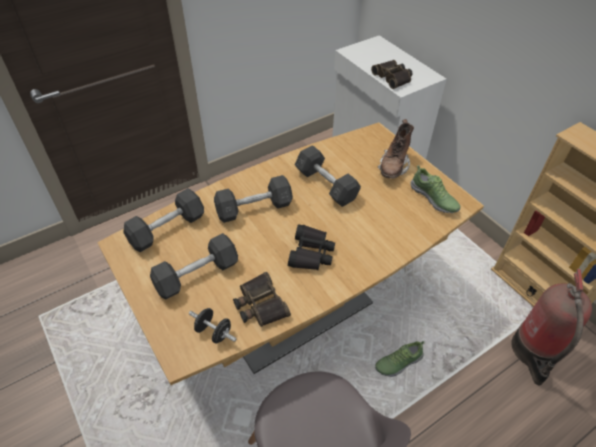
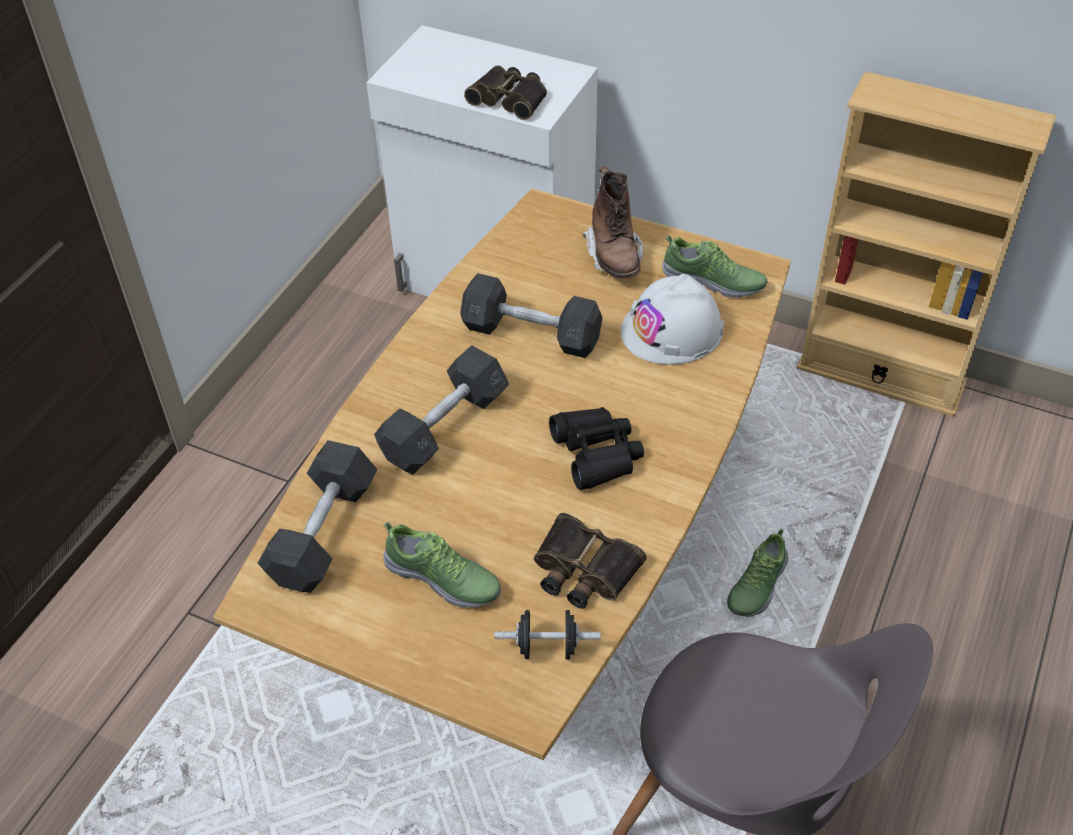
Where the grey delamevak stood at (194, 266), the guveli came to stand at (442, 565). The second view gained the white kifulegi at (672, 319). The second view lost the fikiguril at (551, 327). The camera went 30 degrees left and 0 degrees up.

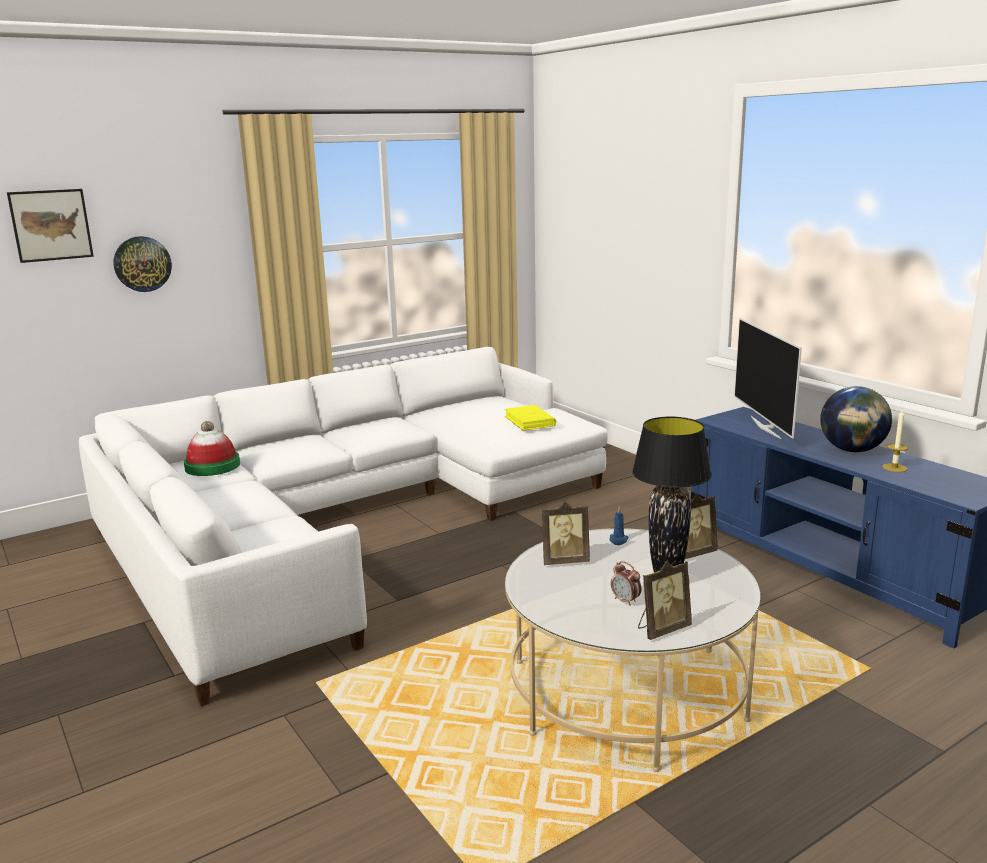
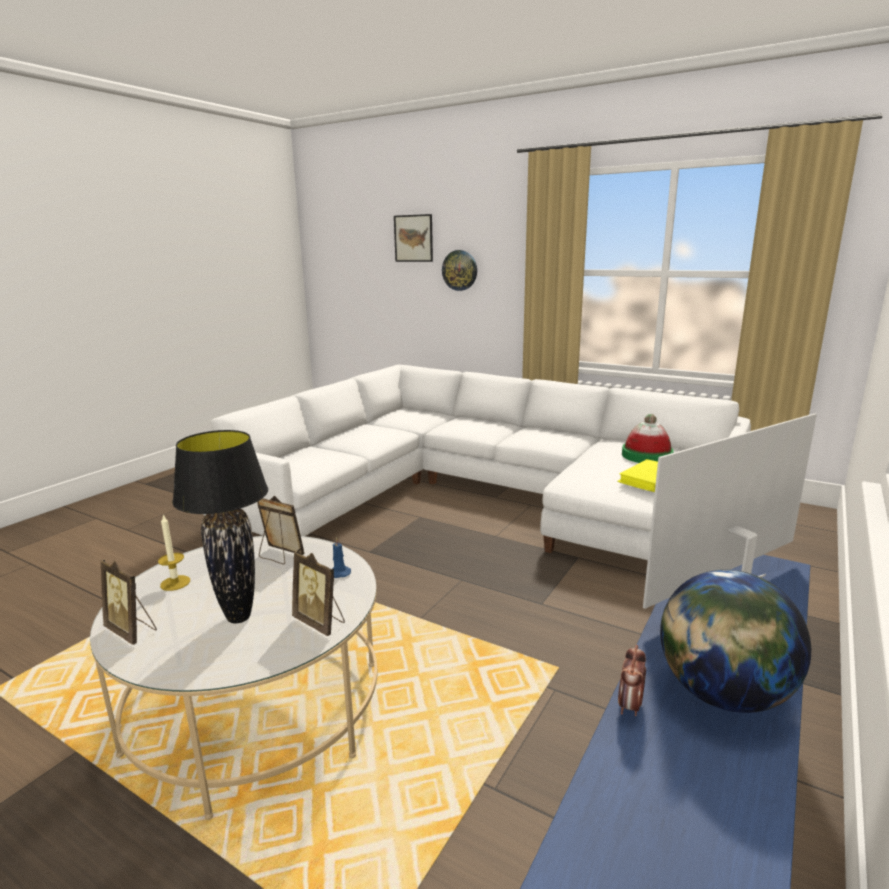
The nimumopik ended up elsewhere, having gone from (895, 441) to (174, 553). The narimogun at (566, 533) ended up facing another way, 150 degrees clockwise from before. The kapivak ended up elsewhere, having gone from (626, 583) to (632, 680). The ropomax ended up elsewhere, having gone from (212, 448) to (648, 438). The camera went 65 degrees right and 0 degrees up.

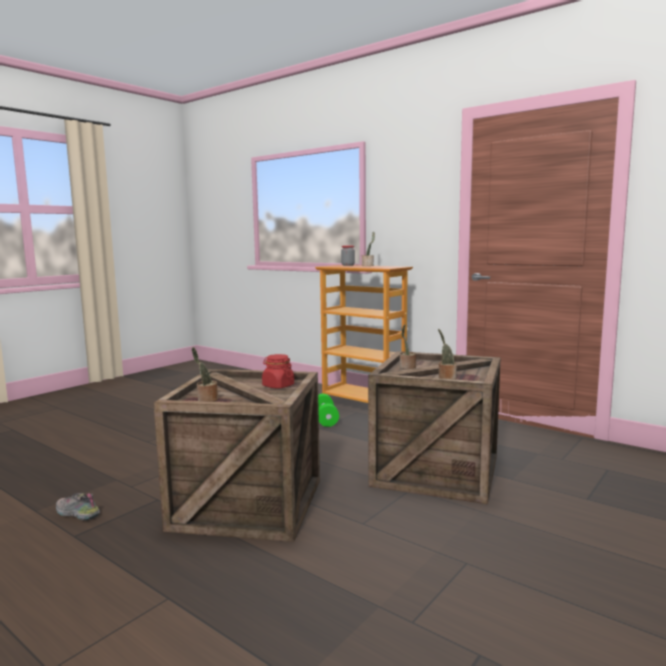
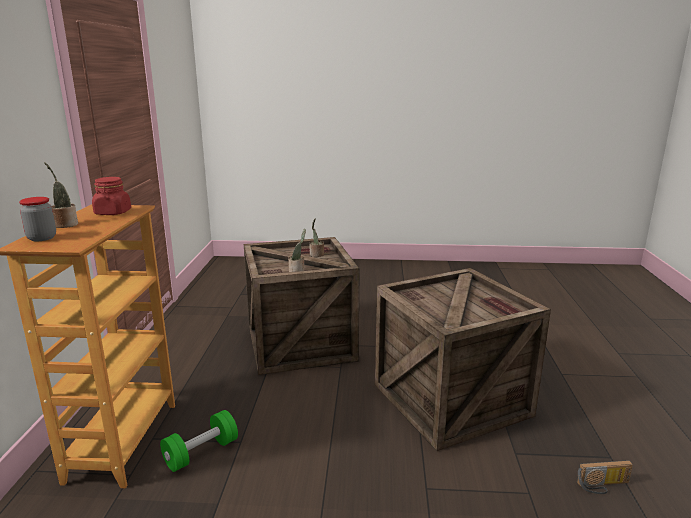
The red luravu ended up elsewhere, having gone from (278, 371) to (111, 196). Where the guveli stood at (78, 507), the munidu came to stand at (605, 477). The second view lost the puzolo at (205, 374). The camera went 125 degrees left and 10 degrees up.

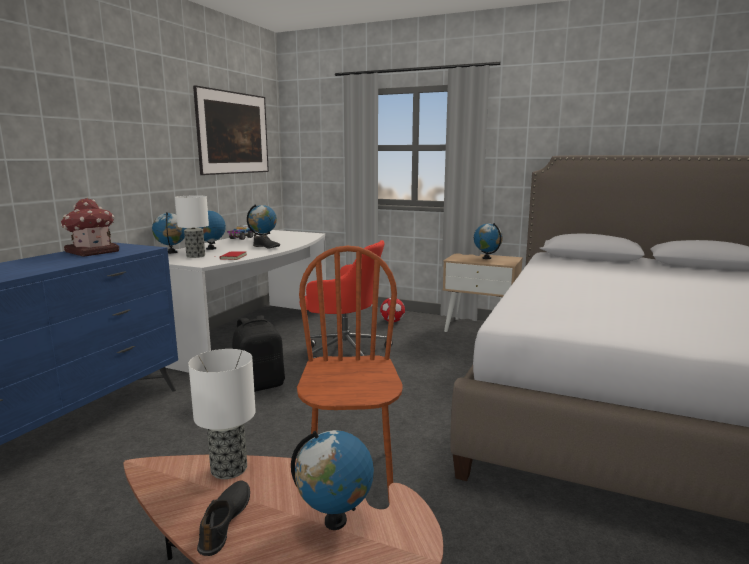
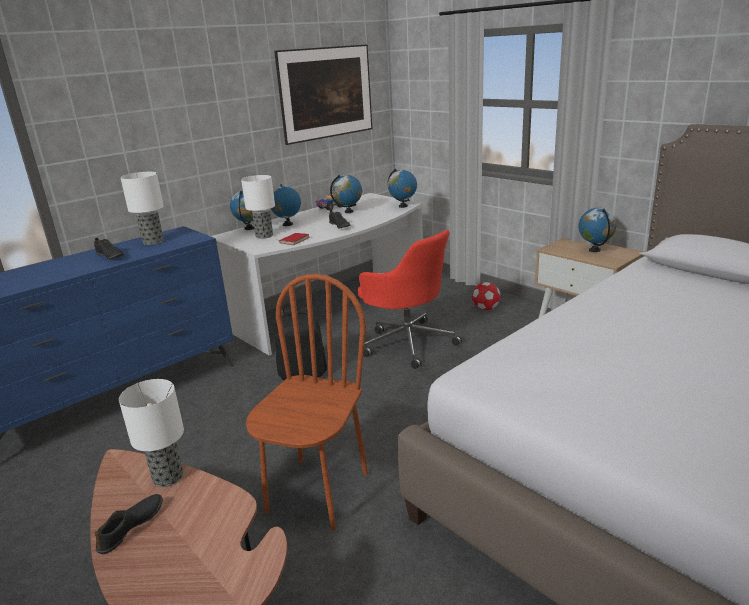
The second view gained the black guveli at (109, 248). Where the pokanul stood at (90, 227), the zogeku came to stand at (142, 208). The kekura ended up elsewhere, having gone from (332, 480) to (402, 188). The camera went 25 degrees right and 10 degrees up.

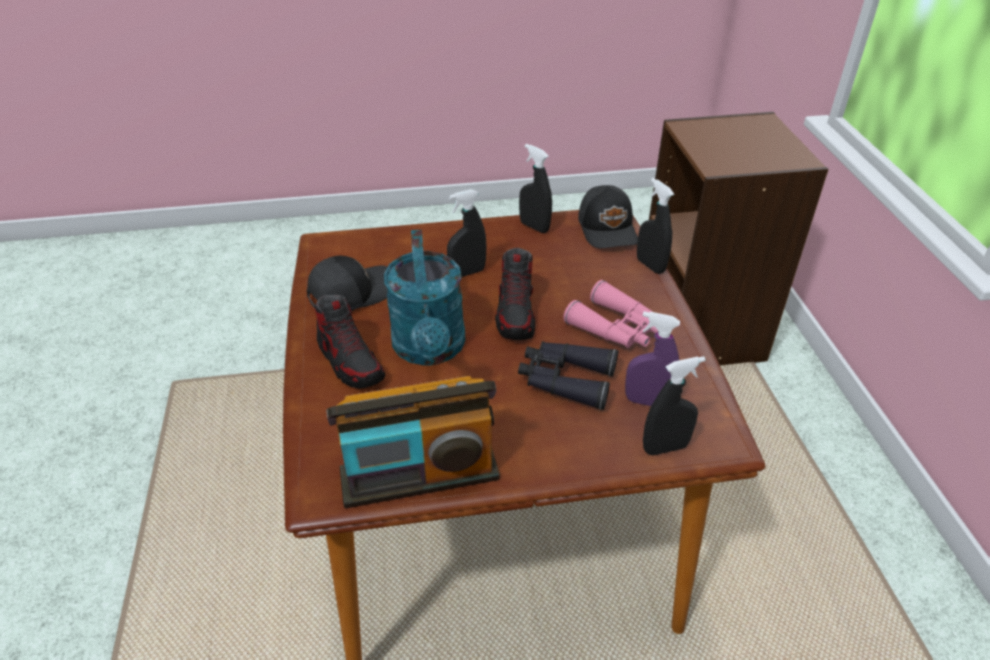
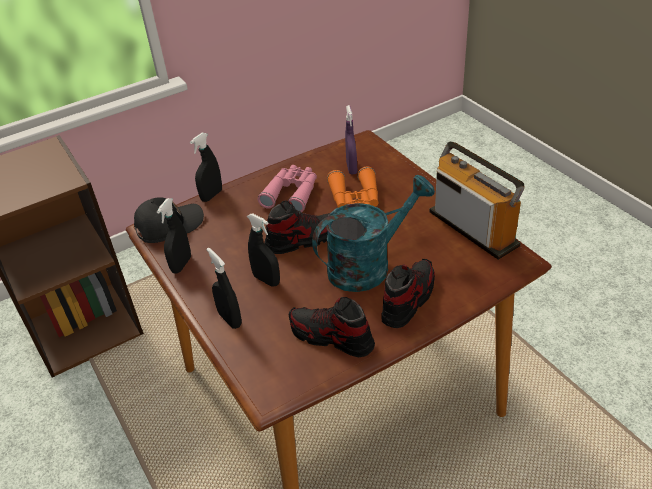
The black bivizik ended up elsewhere, having gone from (674, 405) to (224, 288). Where the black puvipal stood at (347, 283), the guveli came to stand at (332, 327). What was the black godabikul at (568, 375) turned into the orange godabikul at (352, 187). The camera went 110 degrees left and 0 degrees up.

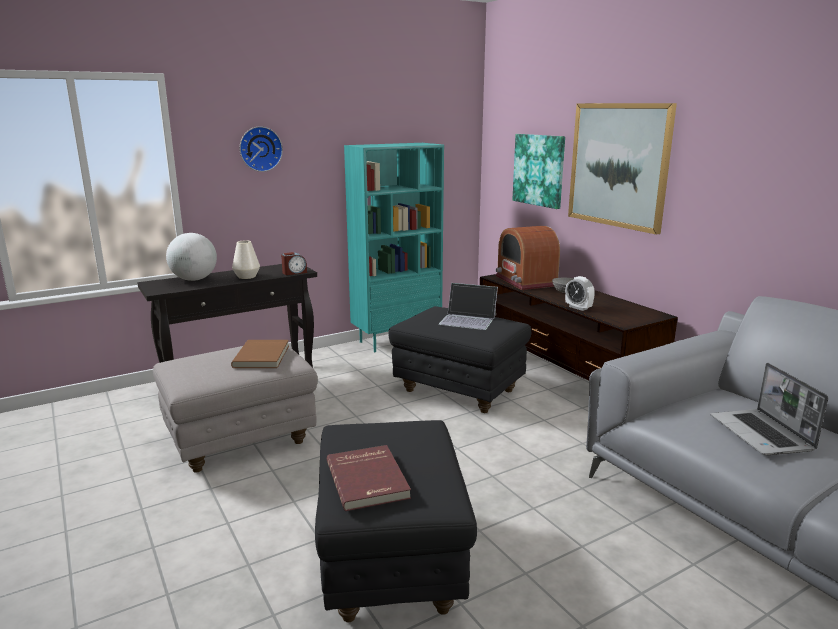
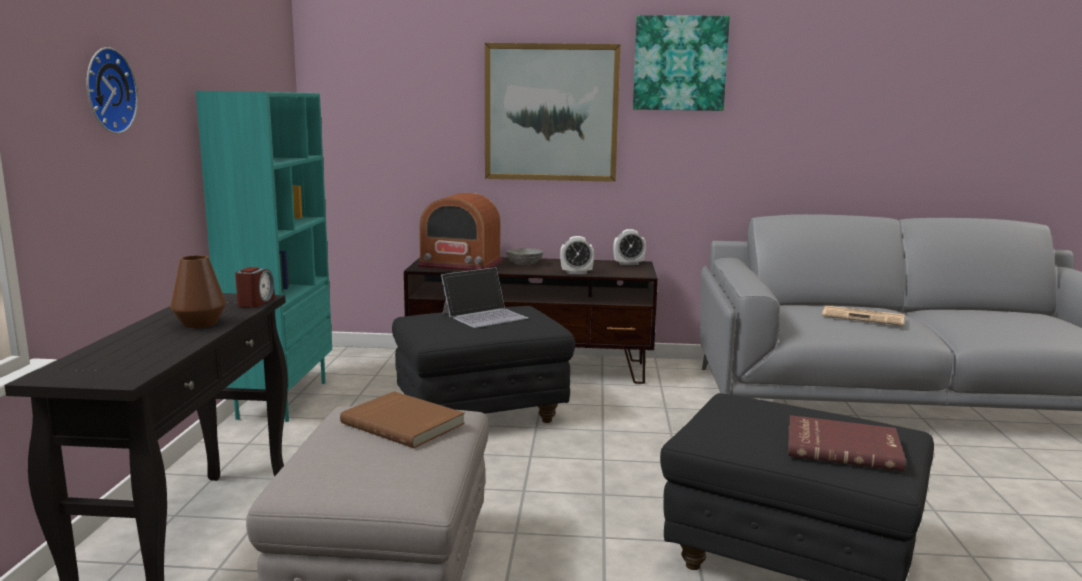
What was the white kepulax at (246, 259) turned into the brown kepulax at (198, 291). The second view gained the kapivak at (629, 247). The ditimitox ended up elsewhere, having gone from (538, 171) to (681, 63). Where the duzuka stood at (769, 409), the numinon came to stand at (863, 316). The second view lost the kekura at (191, 257). The camera went 55 degrees left and 5 degrees down.

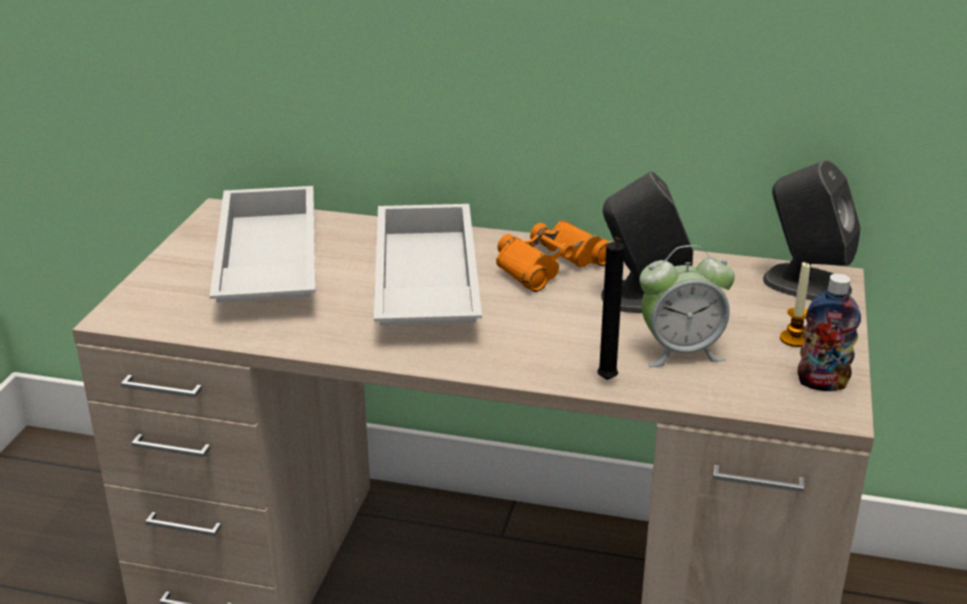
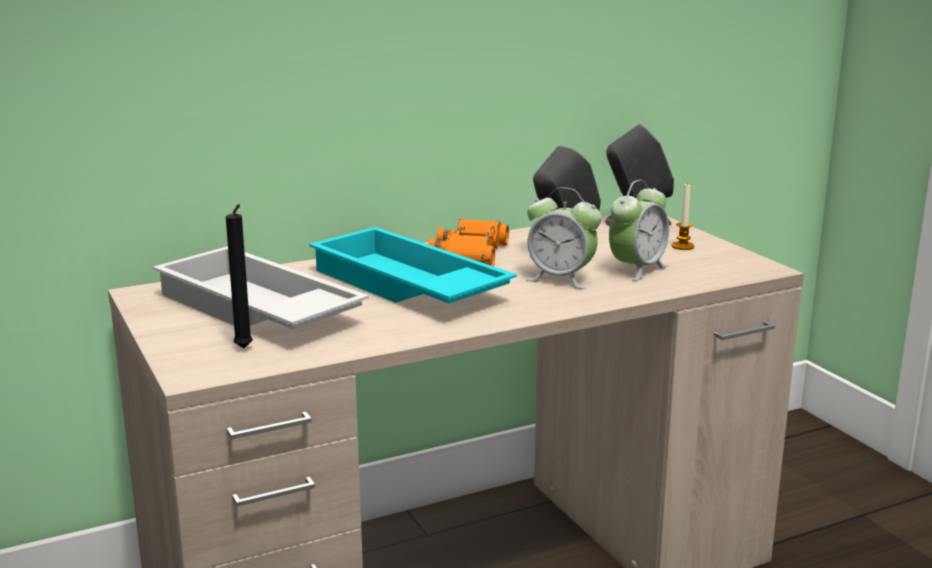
The black nimumopik ended up elsewhere, having gone from (611, 308) to (239, 276). What was the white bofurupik at (428, 264) turned into the turquoise bofurupik at (413, 265). The second view gained the kapivak at (564, 238). The second view lost the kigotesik at (829, 332). The camera went 40 degrees left and 10 degrees down.

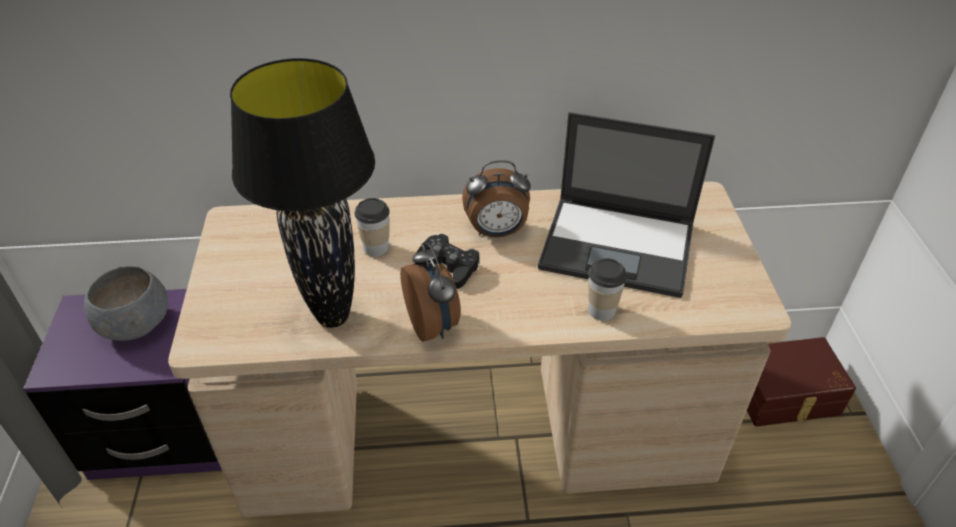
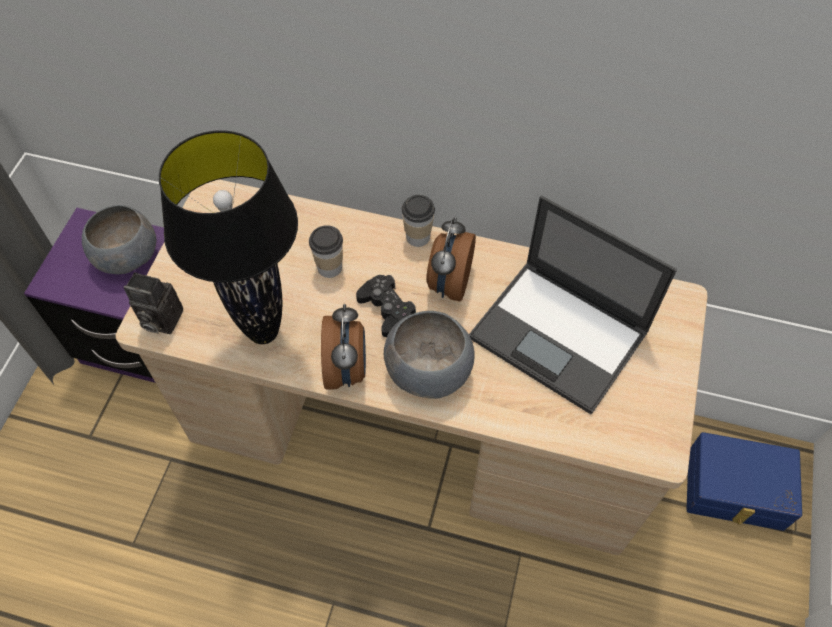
The second view gained the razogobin at (153, 303). The second view gained the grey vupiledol at (429, 355). The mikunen ended up elsewhere, having gone from (607, 289) to (418, 221). The kapivak at (496, 199) ended up facing another way, 90 degrees clockwise from before. What was the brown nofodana at (801, 382) turned into the blue nofodana at (744, 481). The camera went 20 degrees right and 15 degrees up.

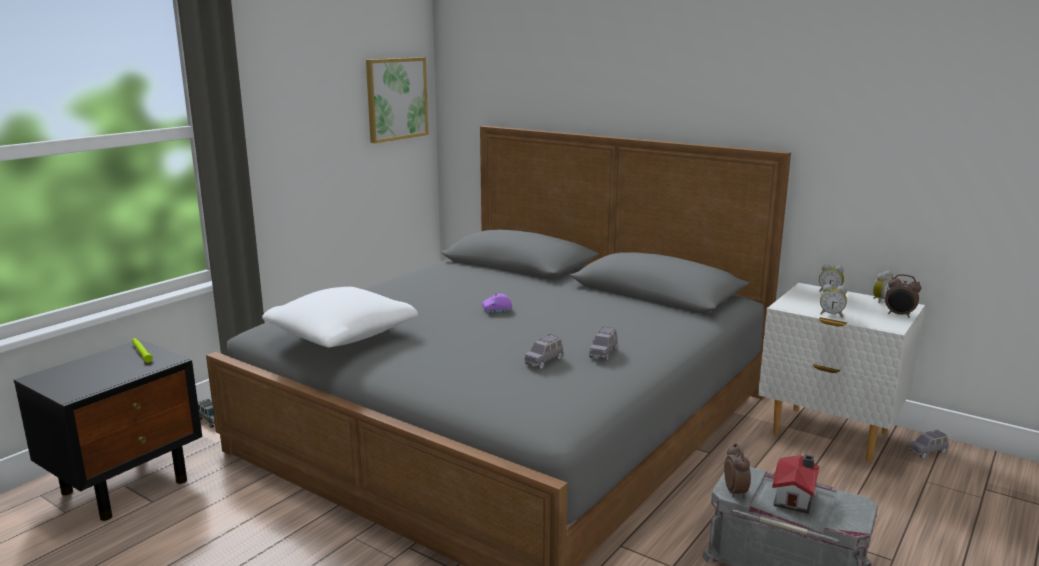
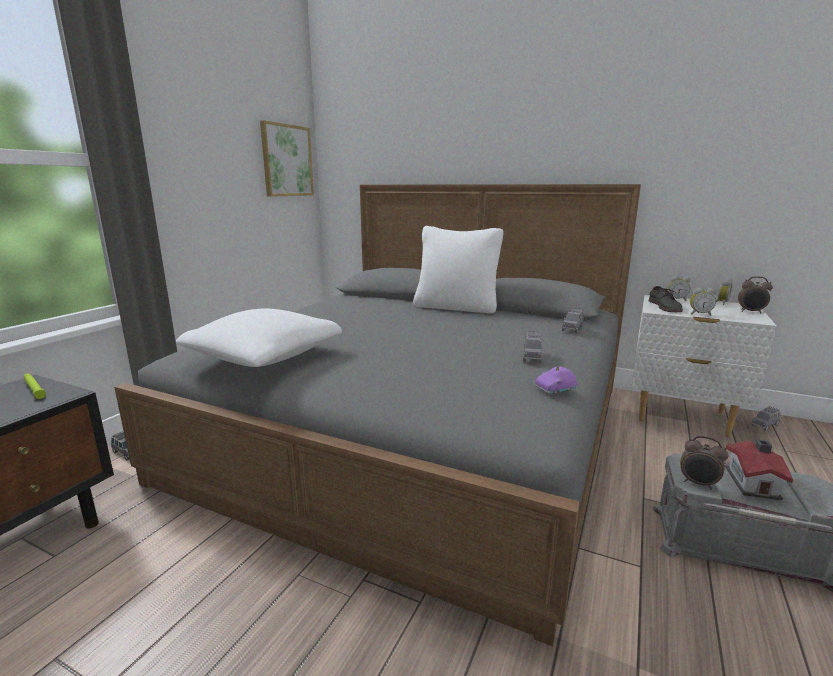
The second view gained the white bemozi at (458, 269). The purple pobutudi ended up elsewhere, having gone from (497, 303) to (556, 380). The grey pobutudi ended up elsewhere, having gone from (543, 351) to (572, 320). The second view gained the grey guveli at (665, 299). The kapivak at (737, 471) ended up facing another way, 135 degrees clockwise from before. The camera went 10 degrees left and 0 degrees up.

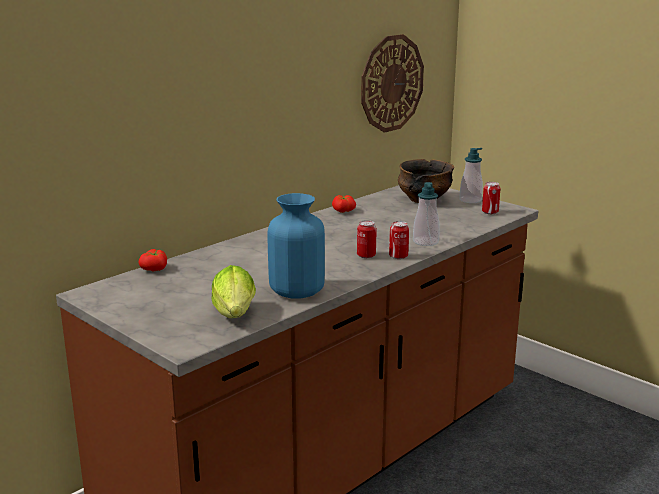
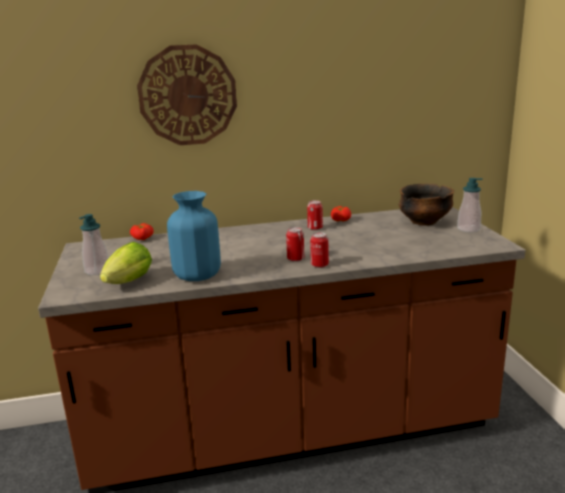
The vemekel ended up elsewhere, having gone from (426, 214) to (94, 244). The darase ended up elsewhere, having gone from (392, 83) to (187, 94). The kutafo ended up elsewhere, having gone from (491, 198) to (315, 215). The camera went 35 degrees right and 0 degrees up.

